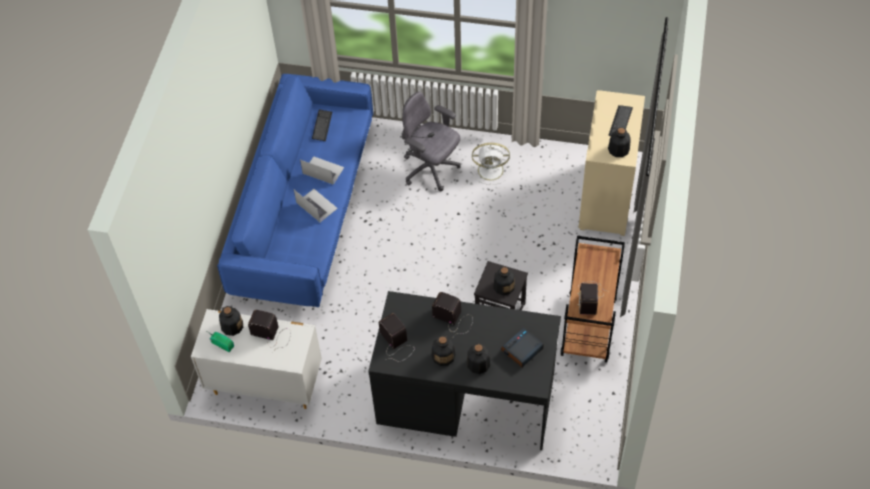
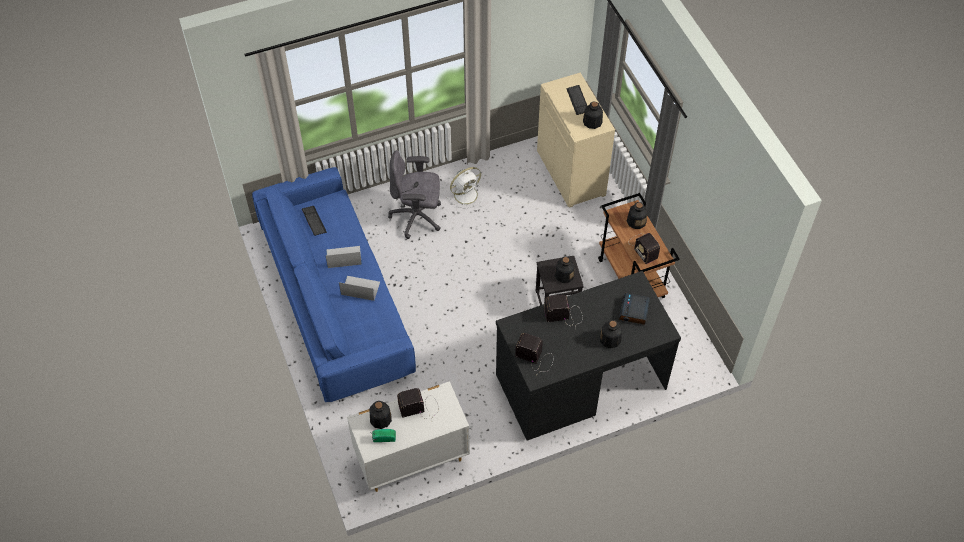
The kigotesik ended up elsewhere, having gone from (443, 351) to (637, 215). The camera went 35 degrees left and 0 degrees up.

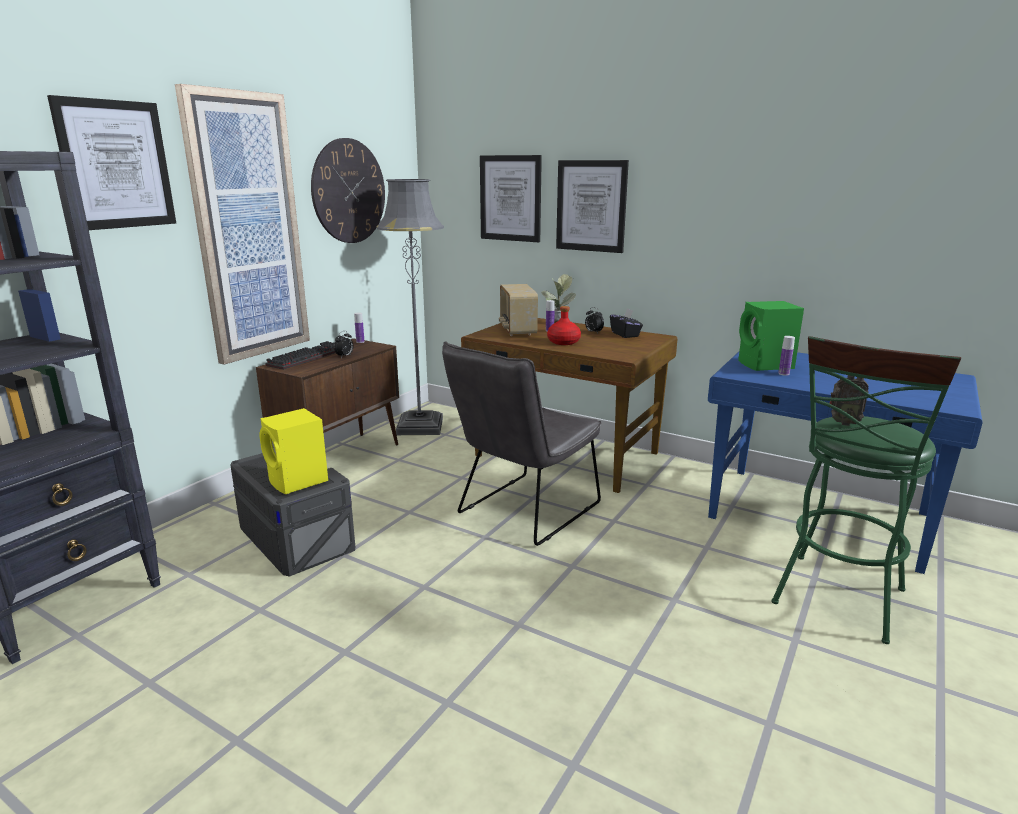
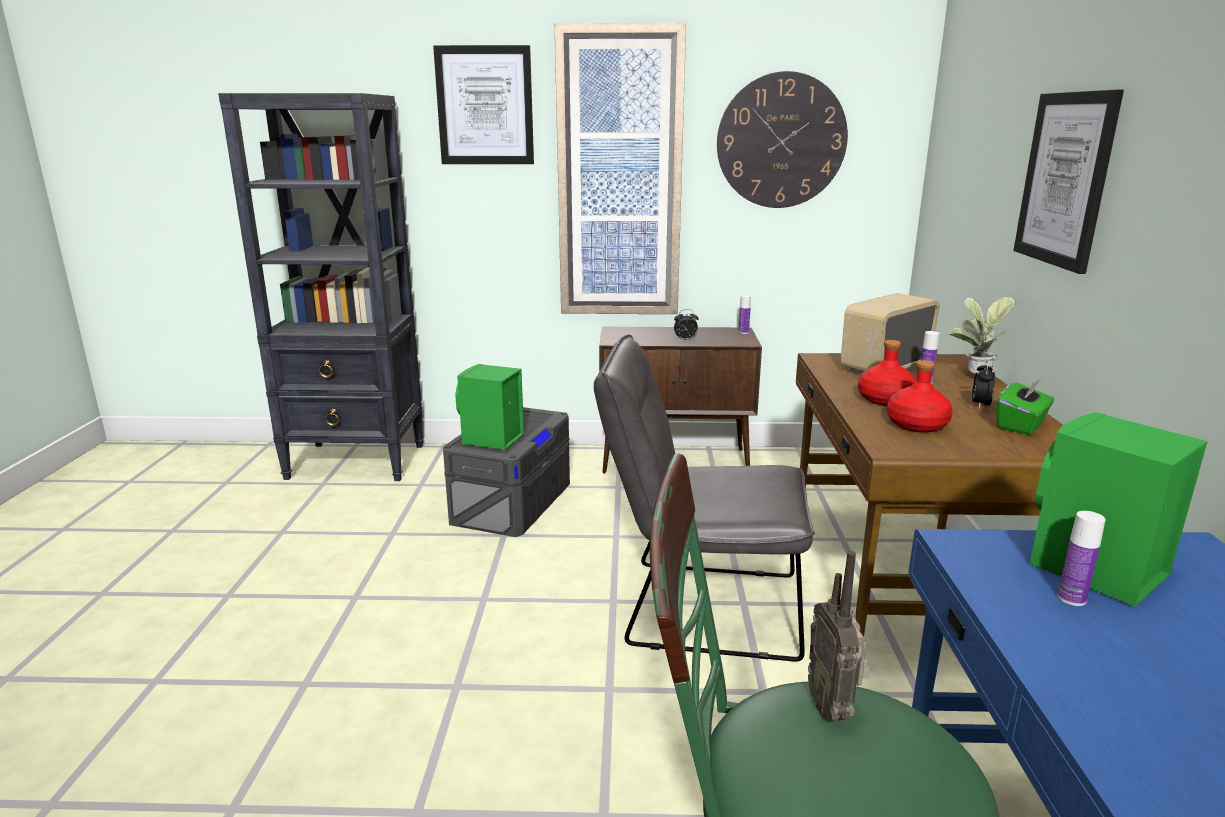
What was the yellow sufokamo at (293, 451) turned into the green sufokamo at (489, 407). The second view gained the red kigotesik at (920, 396). What was the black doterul at (626, 323) turned into the green doterul at (1025, 406). The second view lost the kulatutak at (300, 355). The second view lost the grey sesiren at (410, 307). The second view lost the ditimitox at (511, 198). The camera went 60 degrees right and 0 degrees up.

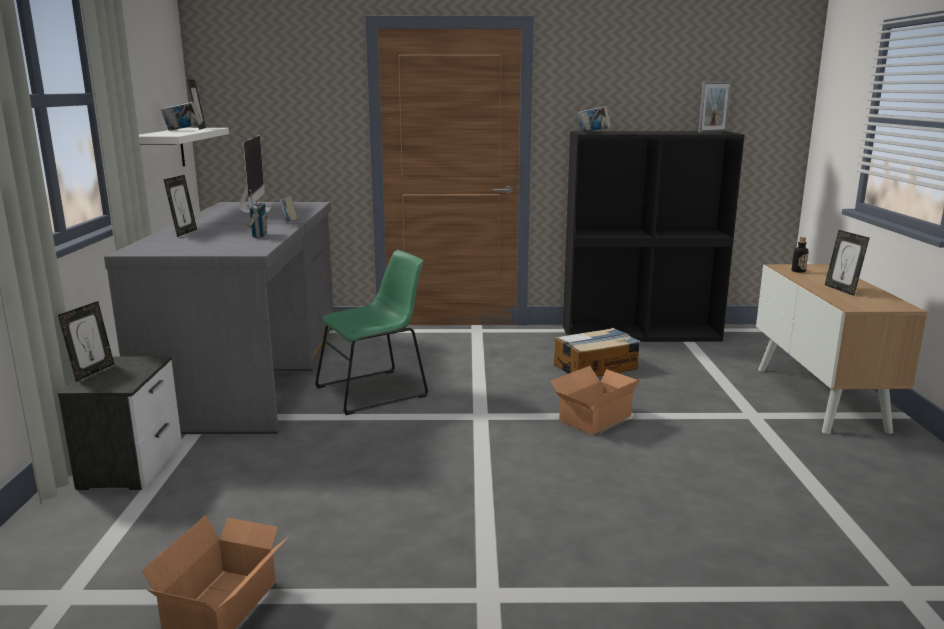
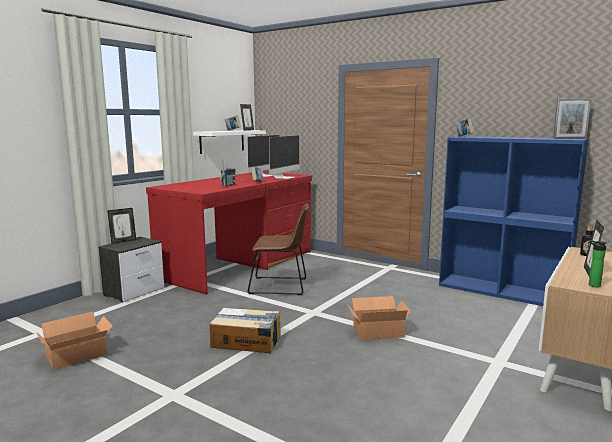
What was the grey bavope at (219, 318) turned into the red bavope at (229, 232). The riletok ended up elsewhere, having gone from (597, 352) to (245, 330). What was the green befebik at (371, 332) turned into the brown befebik at (278, 249). The second view gained the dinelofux at (284, 157). What was the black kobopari at (653, 236) turned into the blue kobopari at (513, 221). The second view gained the kigotesik at (597, 263). The second view lost the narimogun at (180, 206). The camera went 35 degrees right and 5 degrees down.

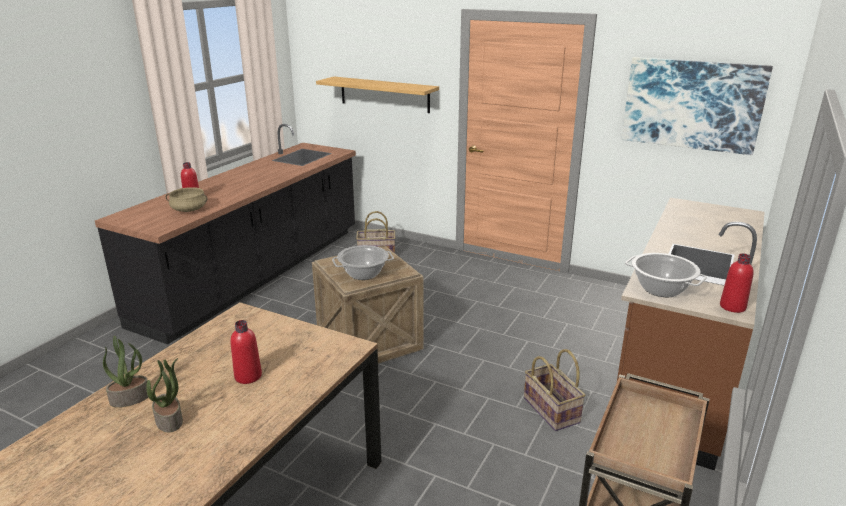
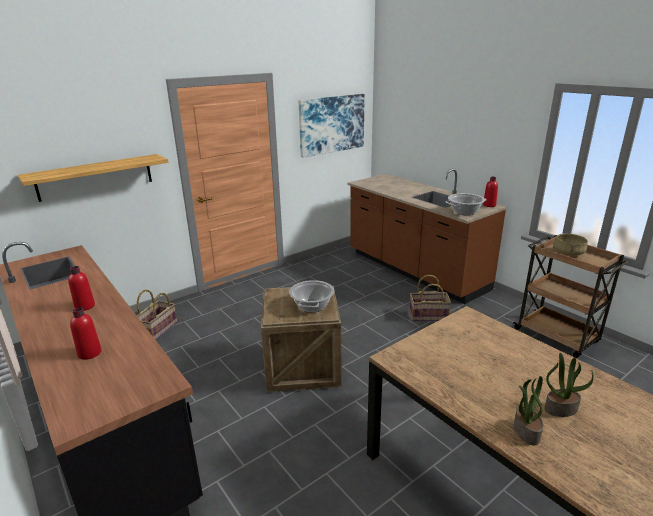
The red kigotesik ended up elsewhere, having gone from (246, 352) to (81, 288). The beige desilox ended up elsewhere, having gone from (186, 199) to (570, 245). The camera went 65 degrees left and 0 degrees up.

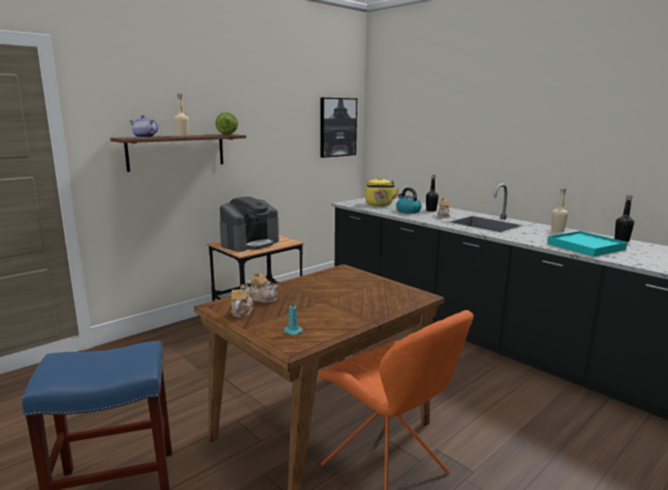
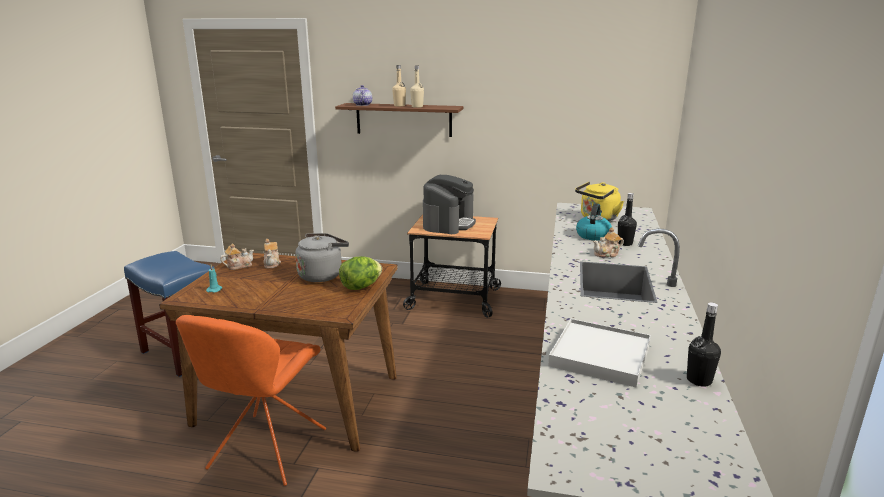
The second view gained the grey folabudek at (322, 257). The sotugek ended up elsewhere, having gone from (226, 123) to (360, 273). The beige kigotesik ended up elsewhere, having gone from (559, 210) to (417, 86). The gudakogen at (249, 224) ended up facing another way, 75 degrees counterclockwise from before. What was the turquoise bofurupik at (587, 244) turned into the white bofurupik at (599, 353). The second view lost the ditimitox at (338, 128). The camera went 55 degrees right and 5 degrees up.

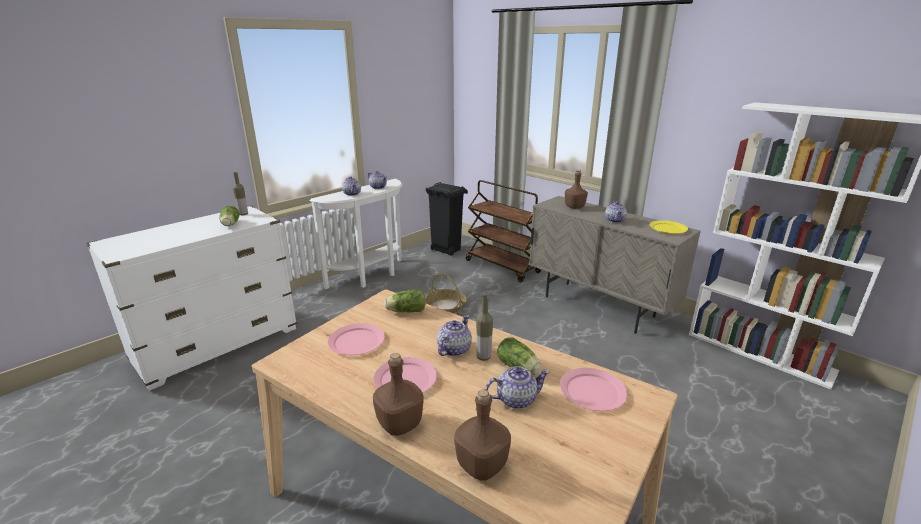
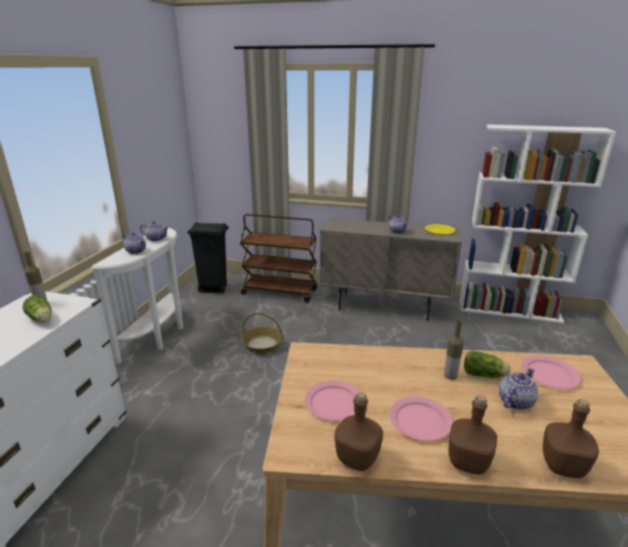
The brown kigotesik ended up elsewhere, having gone from (576, 189) to (358, 431). The second view lost the sotugek at (404, 300). The second view lost the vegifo at (454, 335). The camera went 30 degrees left and 0 degrees up.

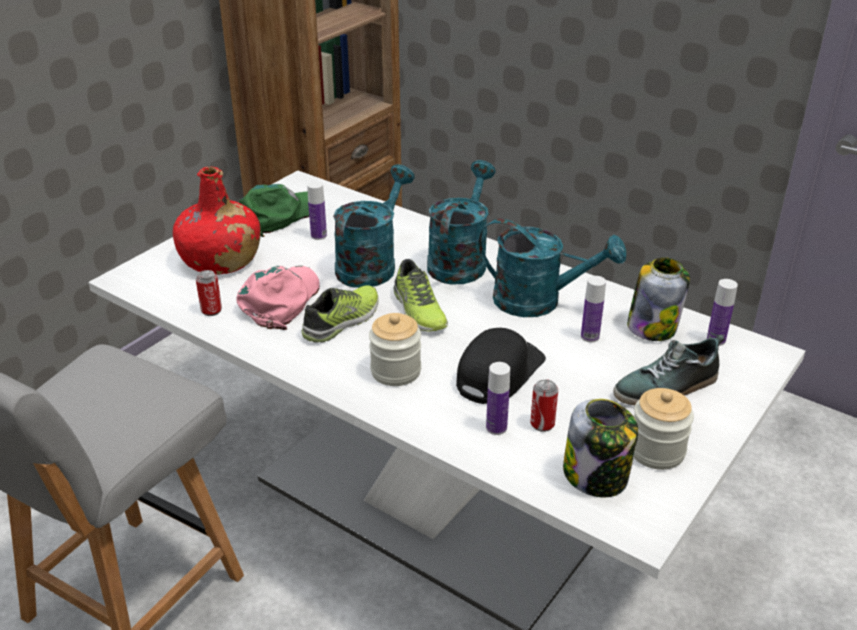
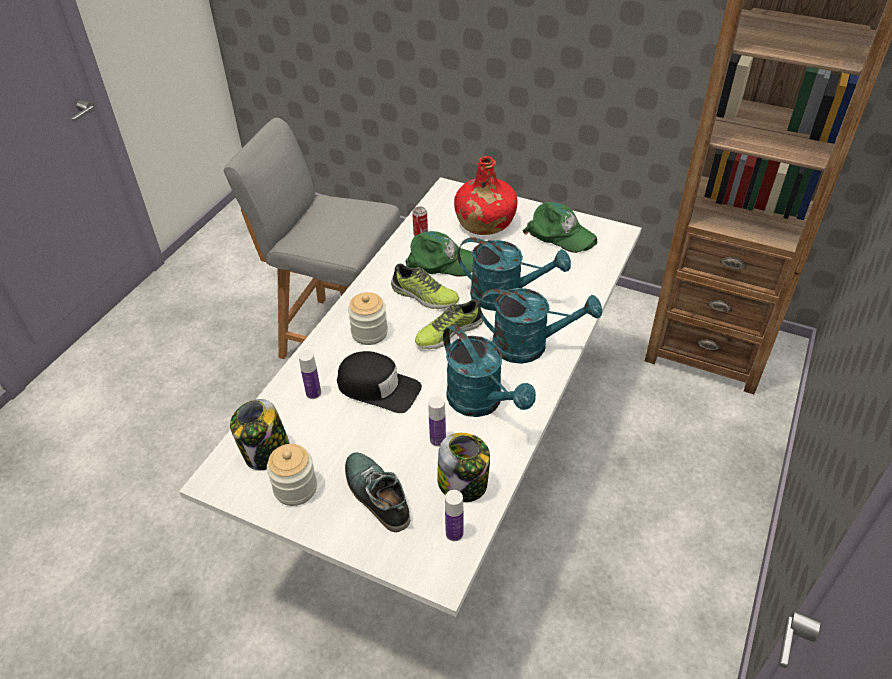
What was the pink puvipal at (278, 298) turned into the green puvipal at (439, 253). The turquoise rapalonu at (552, 267) ended up facing another way, 45 degrees counterclockwise from before. The second view lost the kigotesik at (317, 210). The second view lost the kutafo at (544, 405). The camera went 80 degrees right and 10 degrees up.

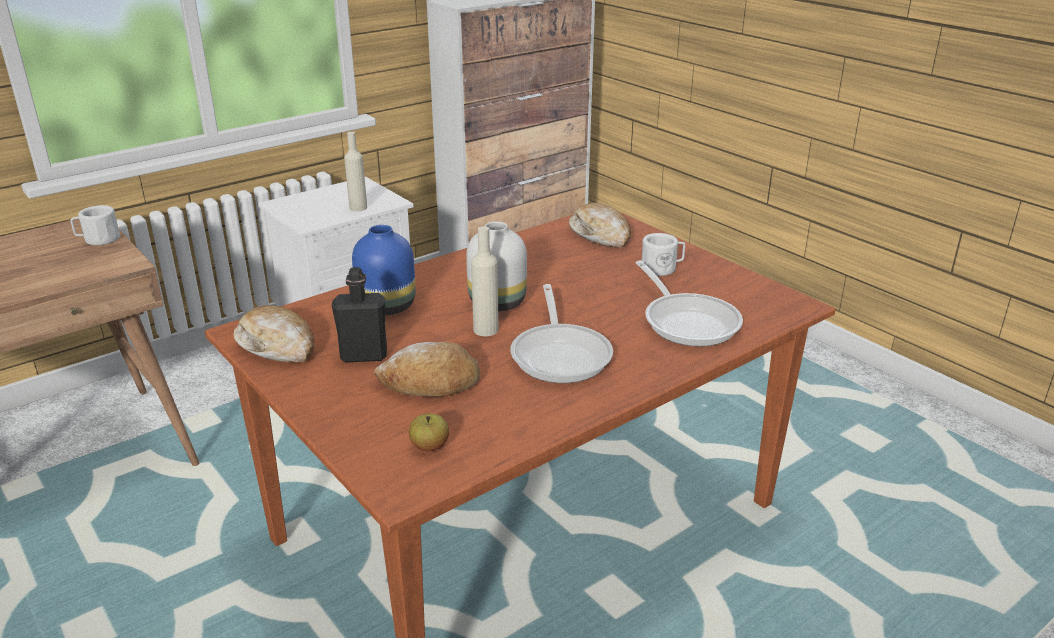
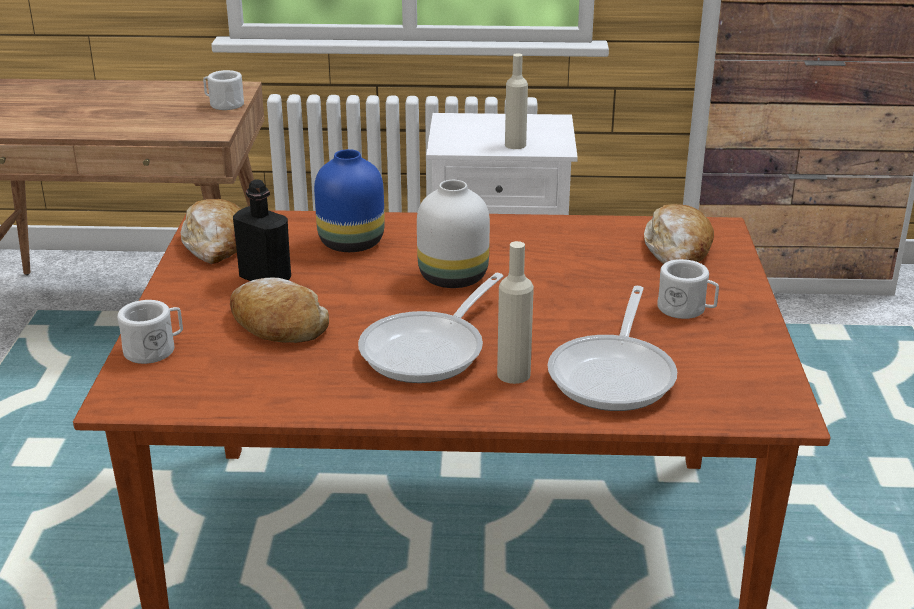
The second view gained the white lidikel at (150, 332). The beige kigotesik ended up elsewhere, having gone from (485, 281) to (515, 312). The second view lost the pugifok at (429, 432). The camera went 40 degrees right and 0 degrees up.

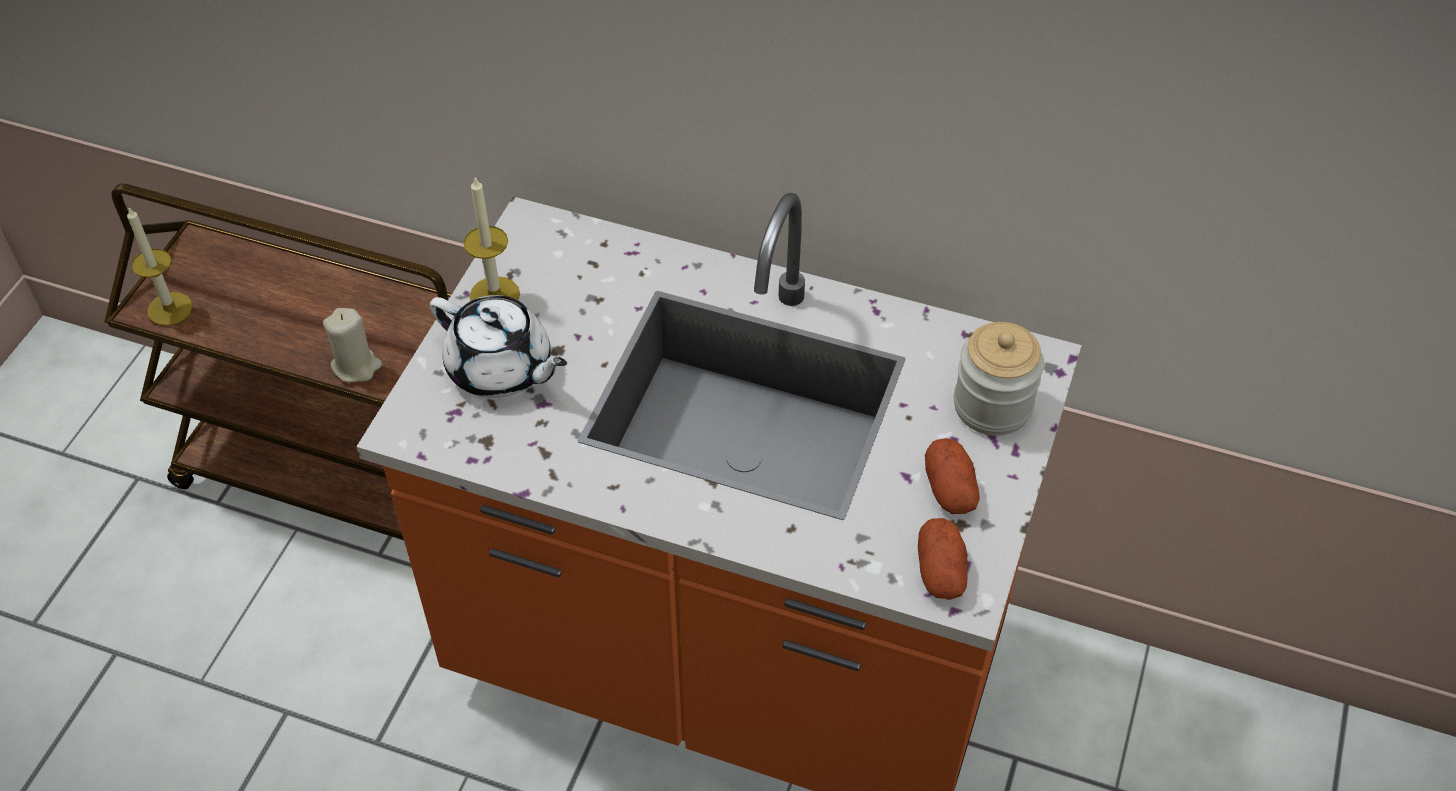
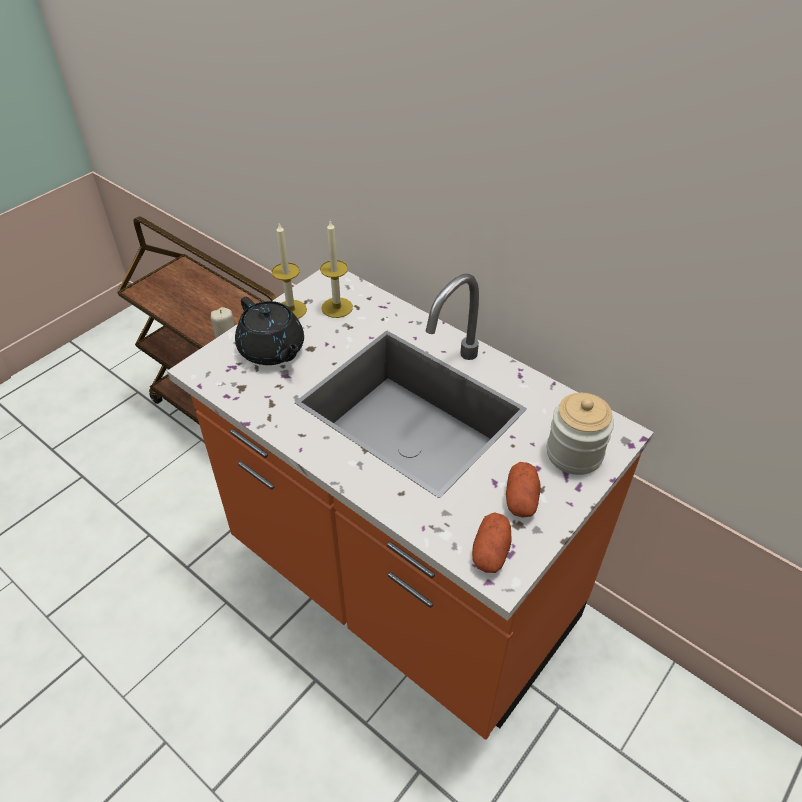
What was the white vegifo at (498, 346) turned into the black vegifo at (269, 331). The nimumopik ended up elsewhere, having gone from (159, 267) to (336, 269). The camera went 20 degrees right and 5 degrees down.

